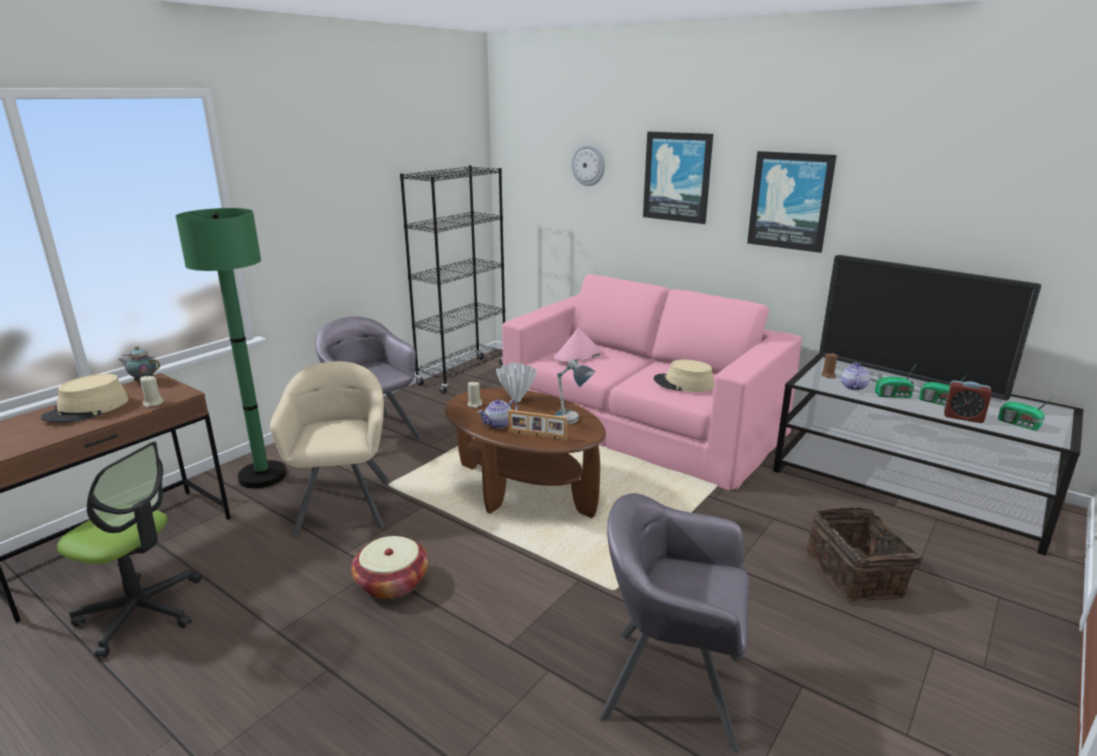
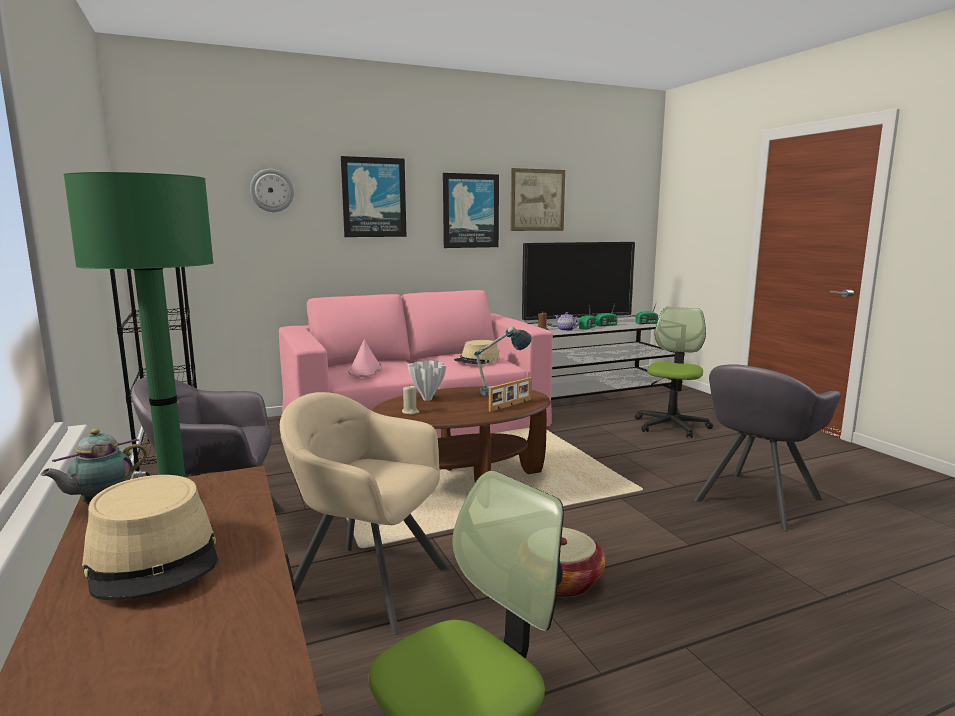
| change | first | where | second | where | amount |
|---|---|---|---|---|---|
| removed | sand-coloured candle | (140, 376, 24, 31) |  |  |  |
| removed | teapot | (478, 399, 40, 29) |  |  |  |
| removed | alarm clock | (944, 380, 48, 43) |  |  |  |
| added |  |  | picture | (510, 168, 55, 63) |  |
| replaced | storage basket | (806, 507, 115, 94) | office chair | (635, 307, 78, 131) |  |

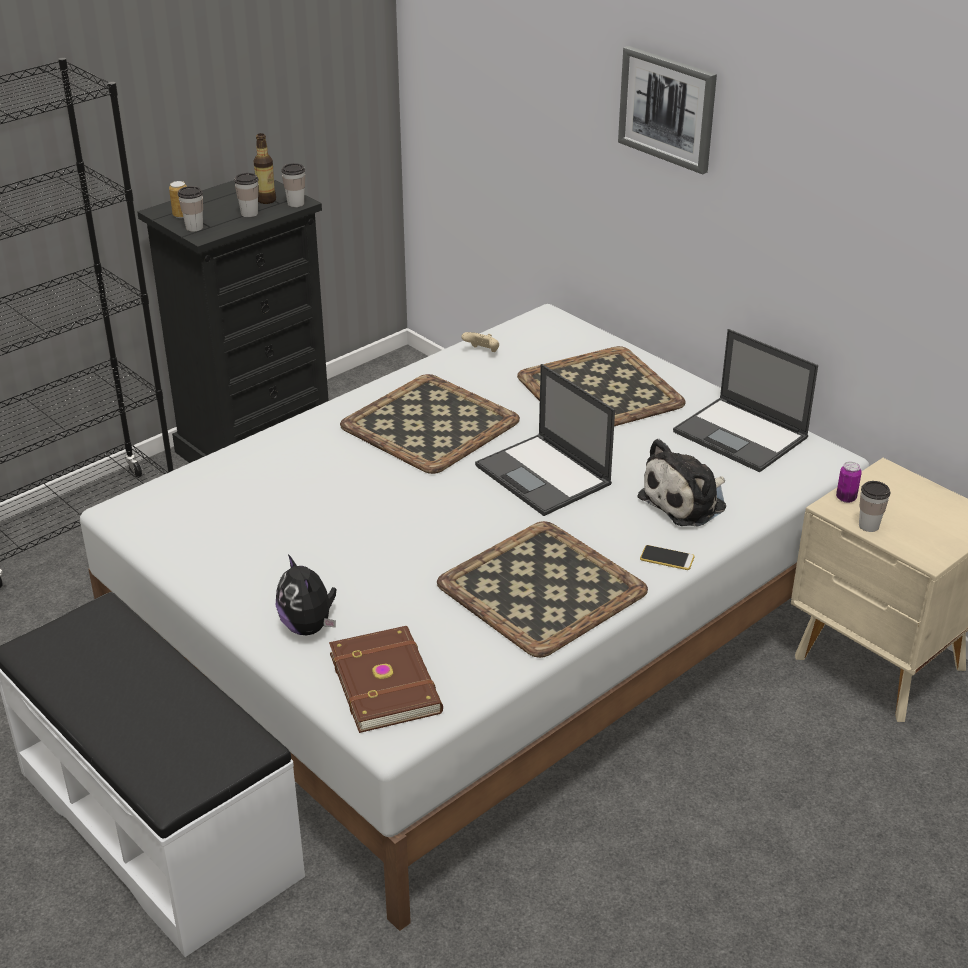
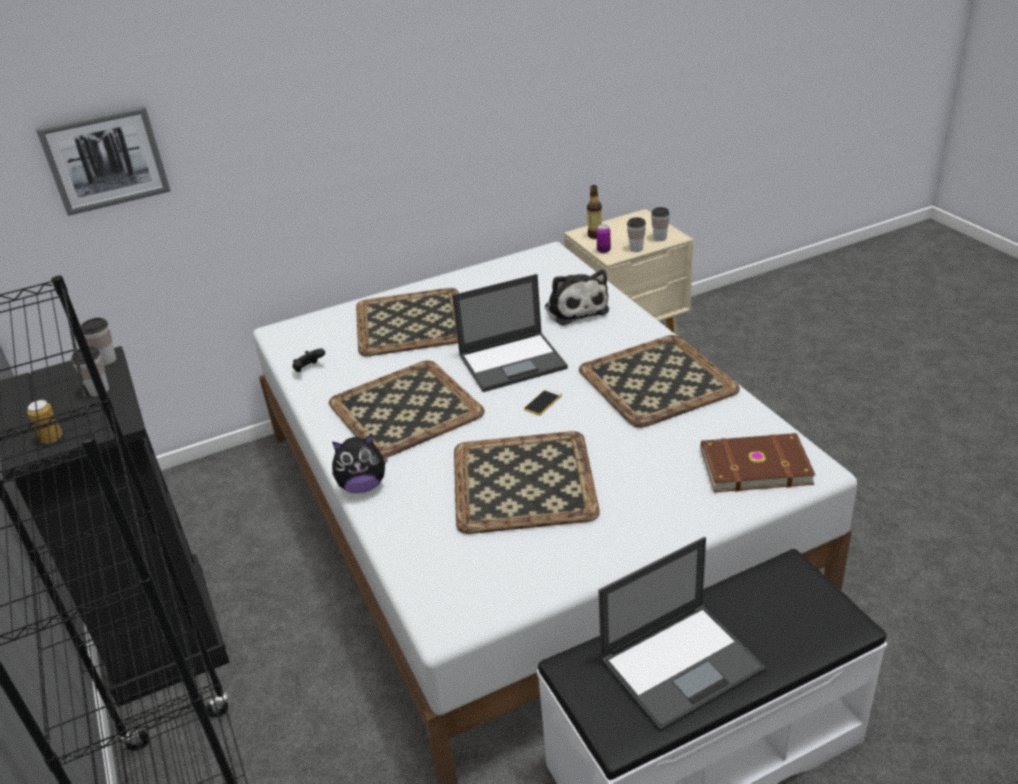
| change | first | where | second | where | amount |
|---|---|---|---|---|---|
| added |  |  | serving tray | (454, 431, 146, 103) |  |
| moved | cup | (178, 186, 25, 45) |  | (651, 207, 19, 34) |  |
| moved | drink bottle | (253, 133, 23, 71) |  | (587, 185, 15, 54) |  |
| moved | soft toy | (276, 554, 60, 81) |  | (332, 434, 56, 59) |  |
| moved | picture | (618, 46, 99, 128) |  | (36, 105, 135, 111) |  |
| moved | telephone | (640, 545, 55, 25) |  | (524, 389, 38, 26) |  |
| moved | notebook computer | (673, 329, 145, 143) |  | (598, 537, 168, 195) |  |
| recoloured | sand-coloured joypad | (461, 332, 38, 20) | black-coloured joypad | (292, 349, 33, 23) |  |

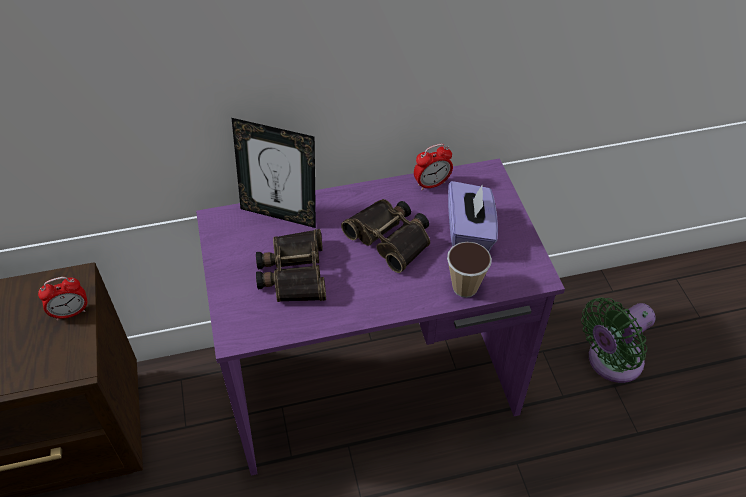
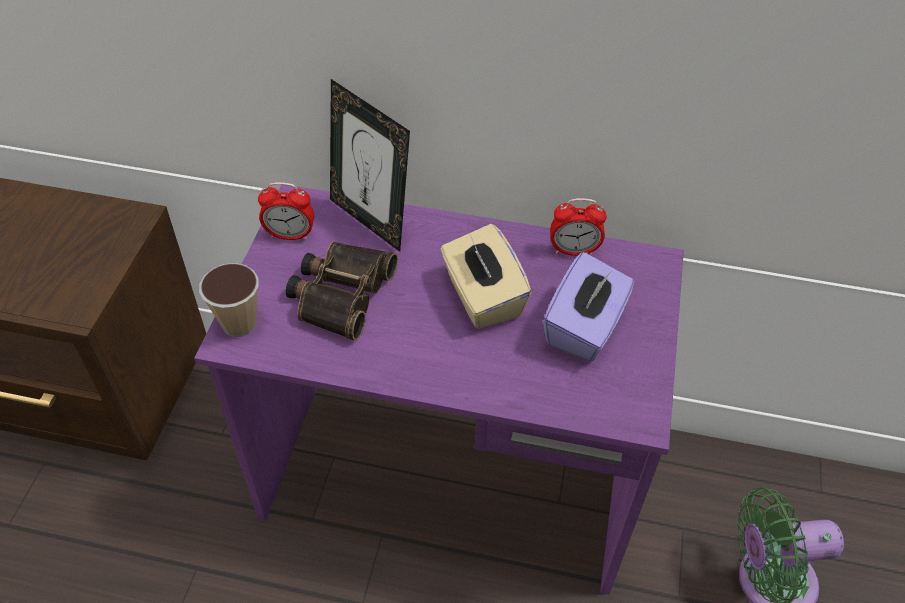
| change | first | where | second | where | amount |
|---|---|---|---|---|---|
| moved | alarm clock | (38, 277, 49, 43) |  | (258, 182, 56, 58) |  |
| moved | cup | (447, 242, 45, 56) |  | (199, 263, 59, 74) |  |
| replaced | field glasses | (341, 199, 89, 74) | sand-coloured tissue box | (441, 224, 91, 105) |  |

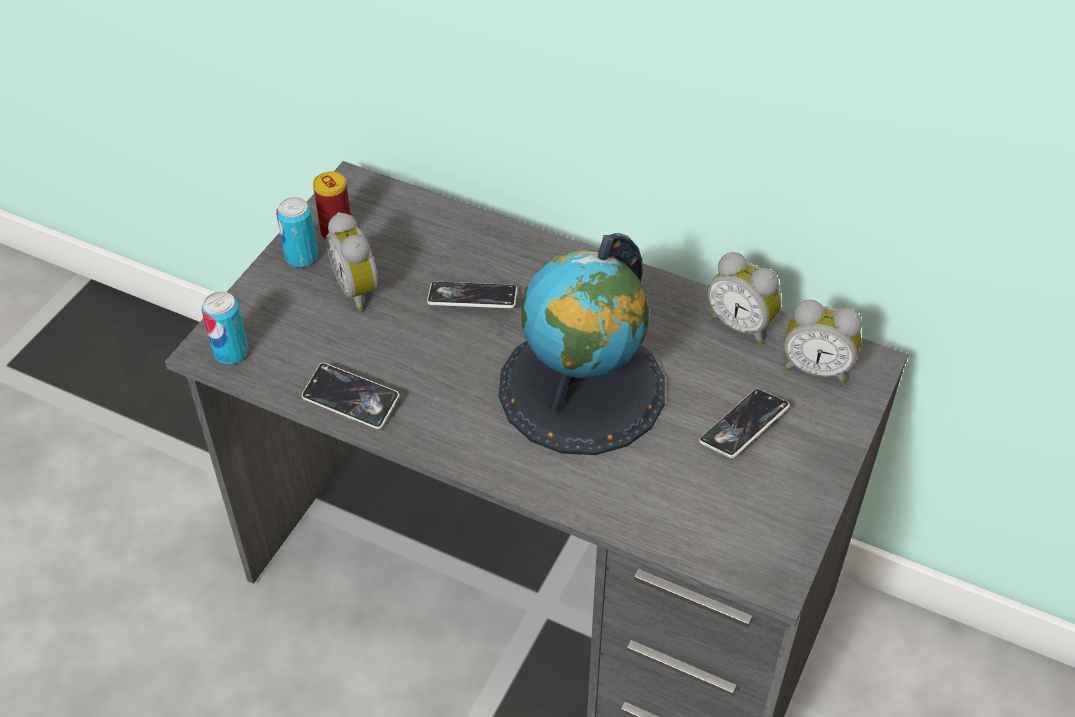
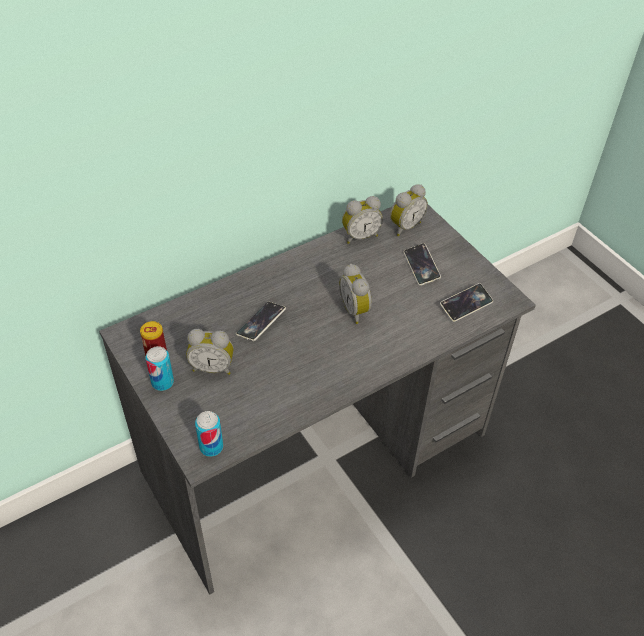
| change | first | where | second | where | amount |
|---|---|---|---|---|---|
| moved | telephone | (302, 363, 97, 66) |  | (440, 283, 53, 39) |  |
| replaced | desk globe | (499, 233, 166, 222) | alarm clock | (339, 264, 33, 60) |  |

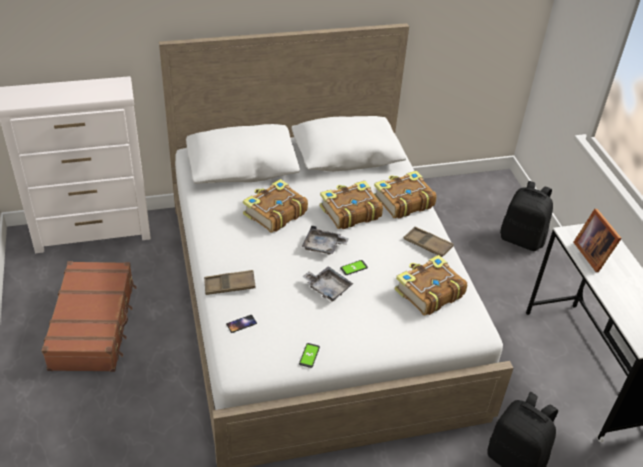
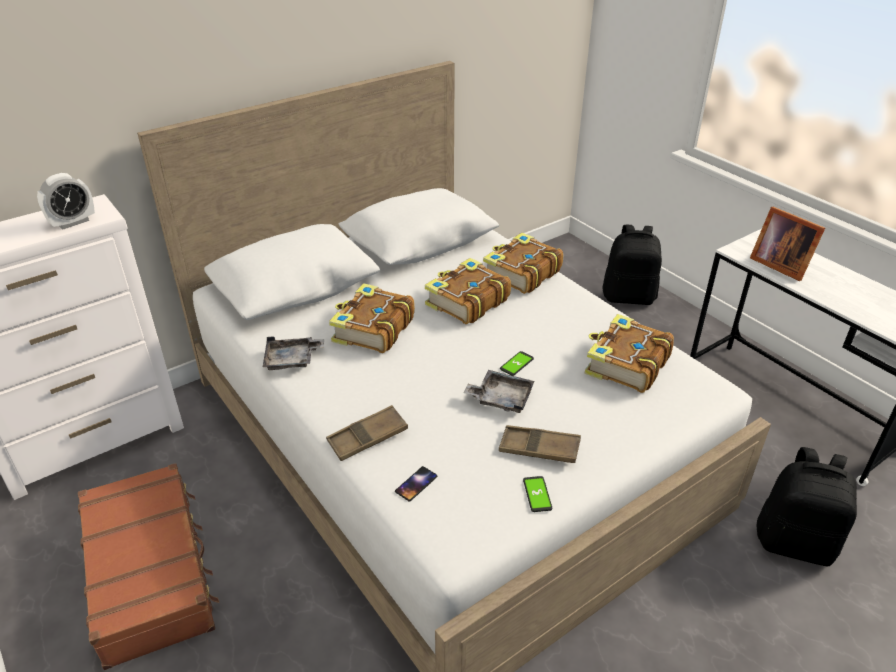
| change | first | where | second | where | amount |
|---|---|---|---|---|---|
| added |  |  | alarm clock | (37, 173, 58, 57) |  |
| moved | greyish serving tray | (302, 225, 47, 30) |  | (263, 336, 61, 34) |  |
| moved | brownish serving tray | (404, 227, 50, 30) |  | (499, 425, 82, 38) |  |

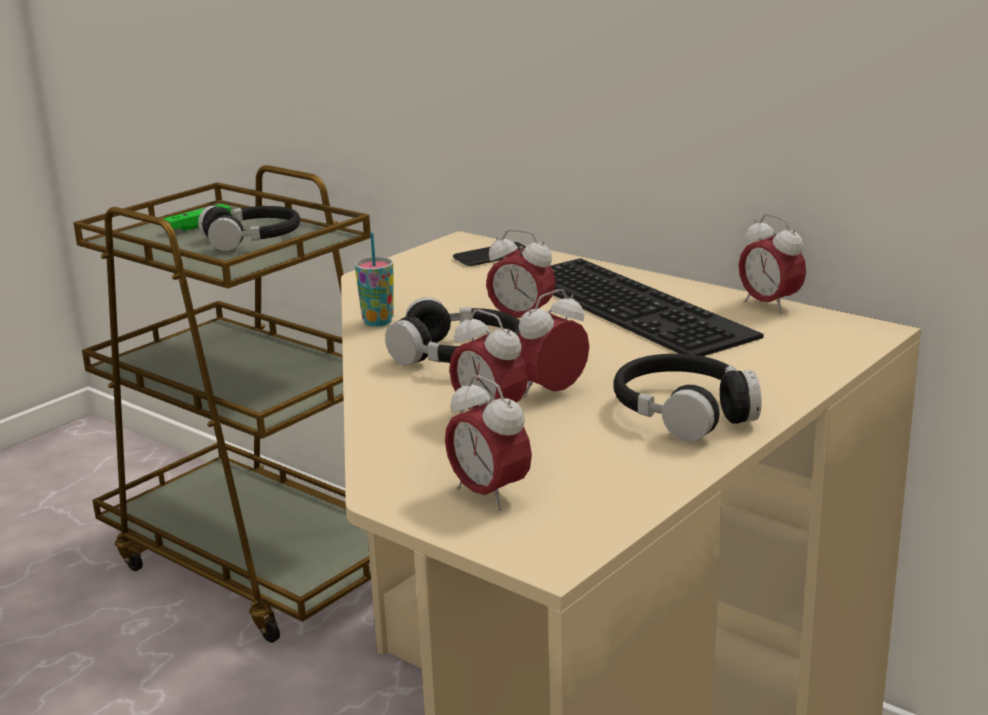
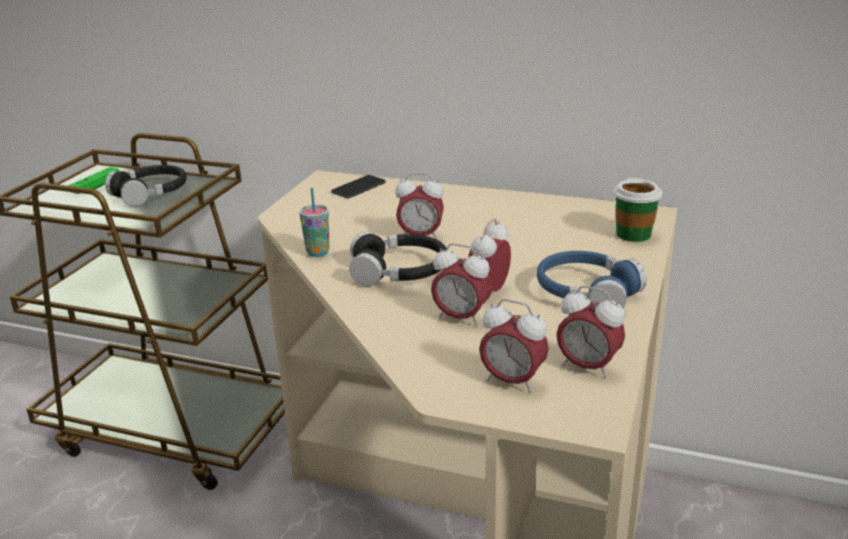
| change | first | where | second | where | amount |
|---|---|---|---|---|---|
| removed | keyboard | (550, 258, 214, 98) |  |  |  |
| added |  |  | cup | (613, 177, 50, 65) |  |
| moved | alarm clock | (739, 214, 67, 100) |  | (556, 286, 69, 93) |  |
| recoloured | black-coloured headset | (613, 354, 149, 88) | blue-coloured headset | (537, 251, 110, 57) |  |

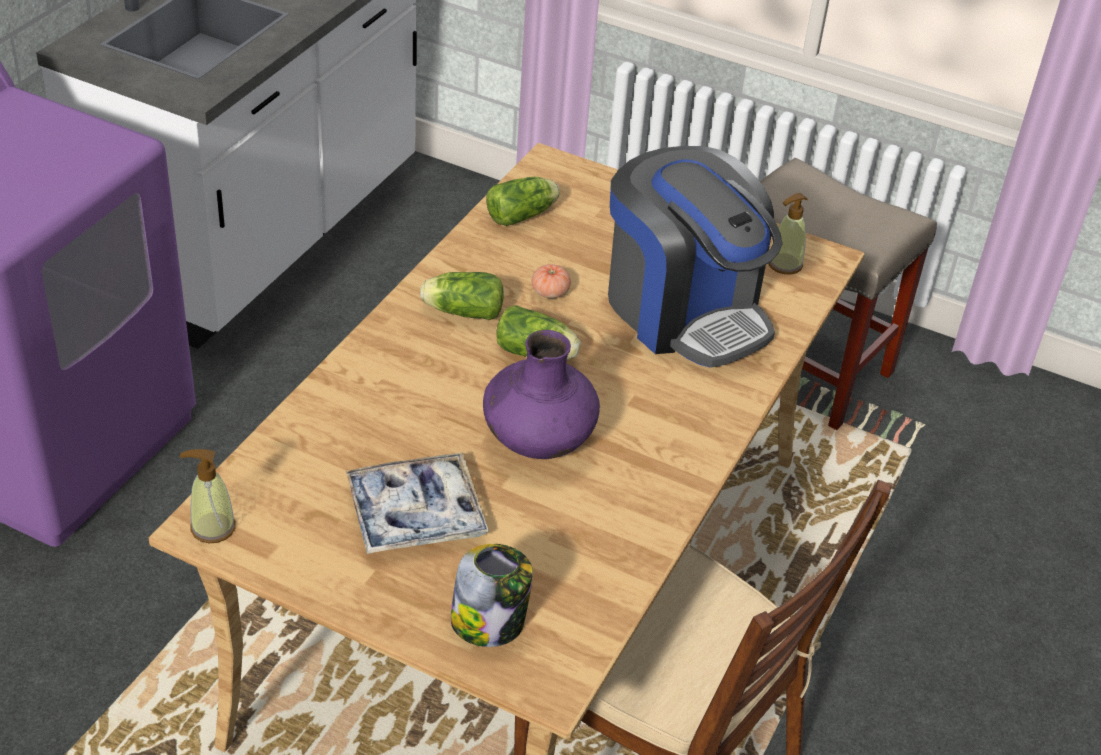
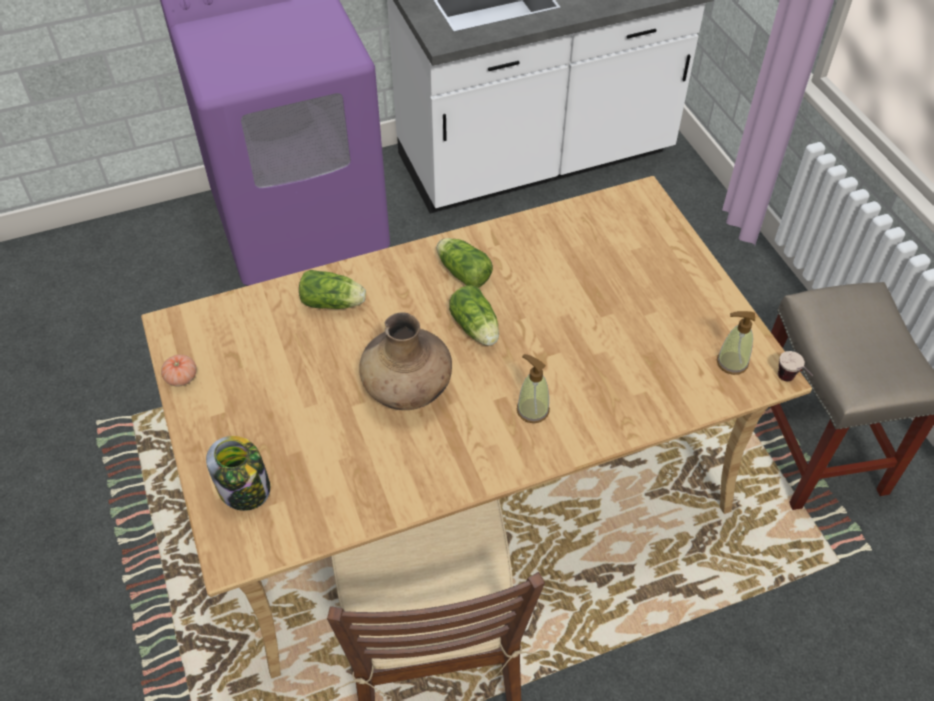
| change | first | where | second | where | amount |
|---|---|---|---|---|---|
| removed | serving tray | (346, 453, 143, 101) |  |  |  |
| removed | coffee brewer | (608, 146, 175, 222) |  |  |  |
| added |  |  | cup | (778, 351, 35, 30) |  |
| moved | liquid soap bottle | (180, 449, 56, 94) |  | (517, 354, 33, 69) |  |
| moved | lettuce | (486, 177, 74, 49) |  | (299, 270, 67, 39) |  |
| moved | fresh tomato | (531, 264, 40, 34) |  | (161, 355, 36, 32) |  |
| recoloured | purple decorative vase | (483, 330, 117, 129) | brownish decorative vase | (359, 313, 93, 97) |  |

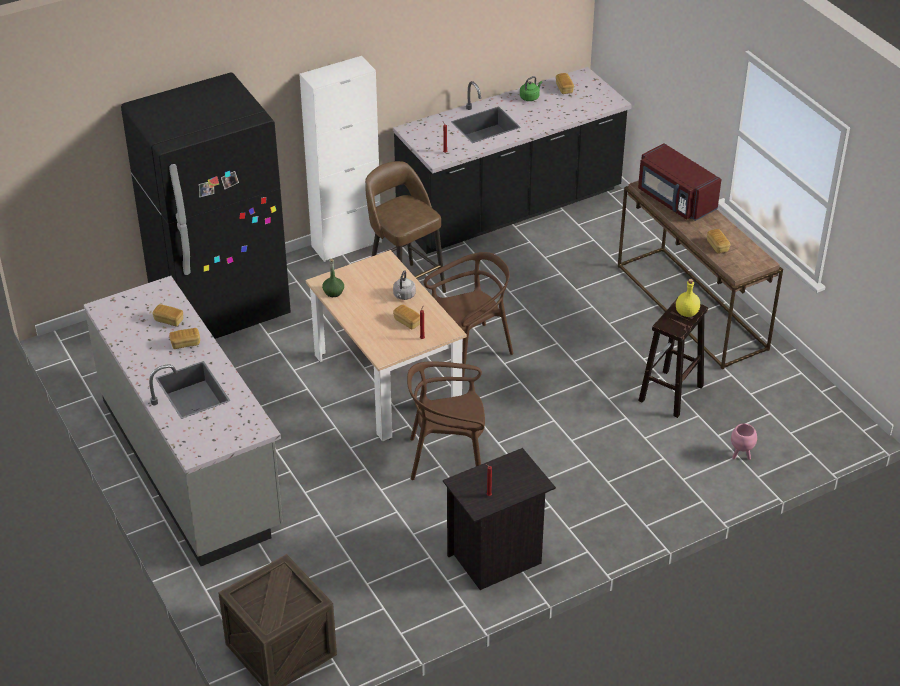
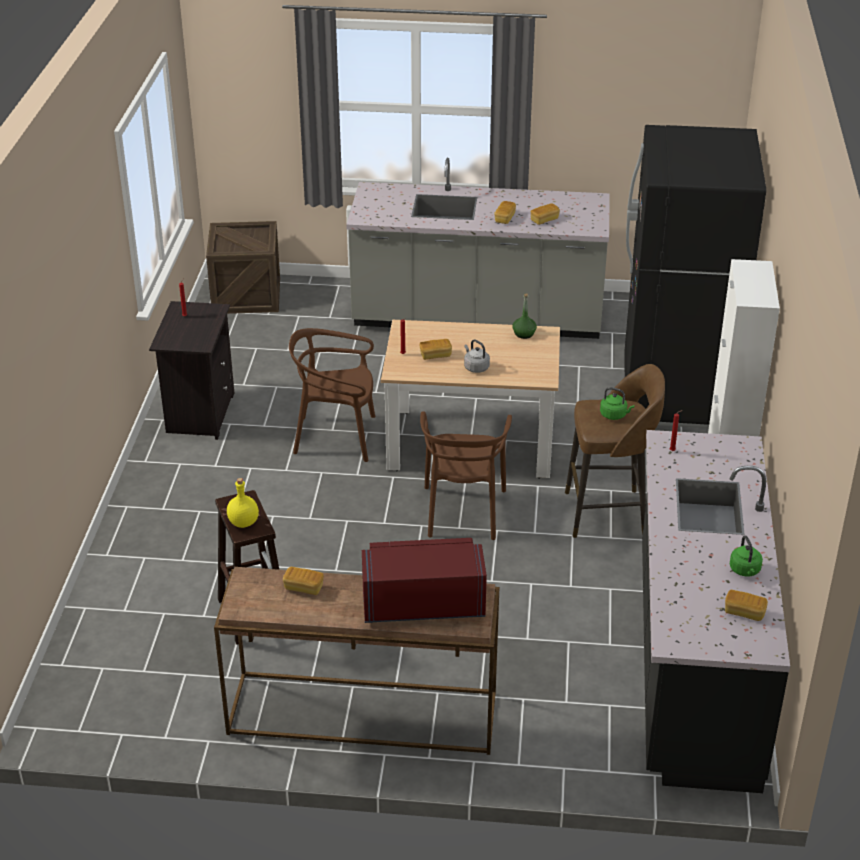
| change | first | where | second | where | amount |
|---|---|---|---|---|---|
| removed | pink flower pot | (731, 424, 26, 36) |  |  |  |
| added |  |  | greenish kettle | (600, 387, 34, 33) |  |
| turned | brownish chair | (407, 361, 78, 119) |  | (289, 328, 87, 134) | 120 degrees counterclockwise |

